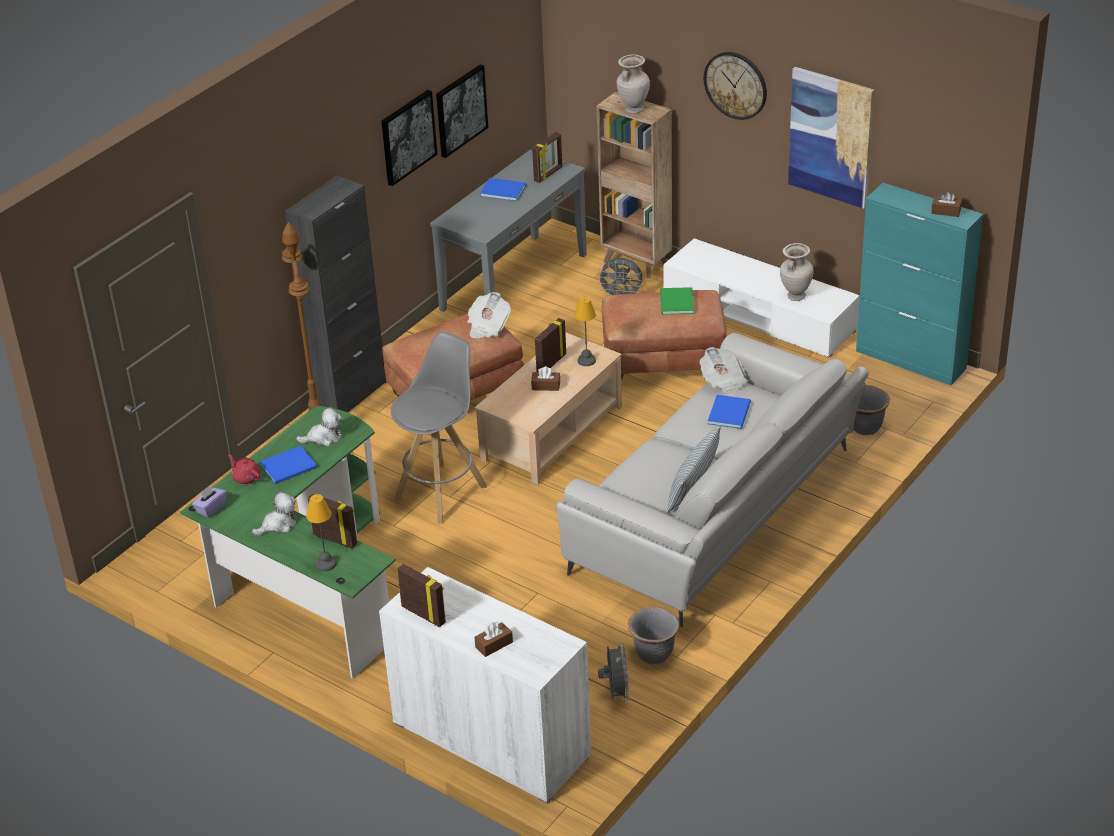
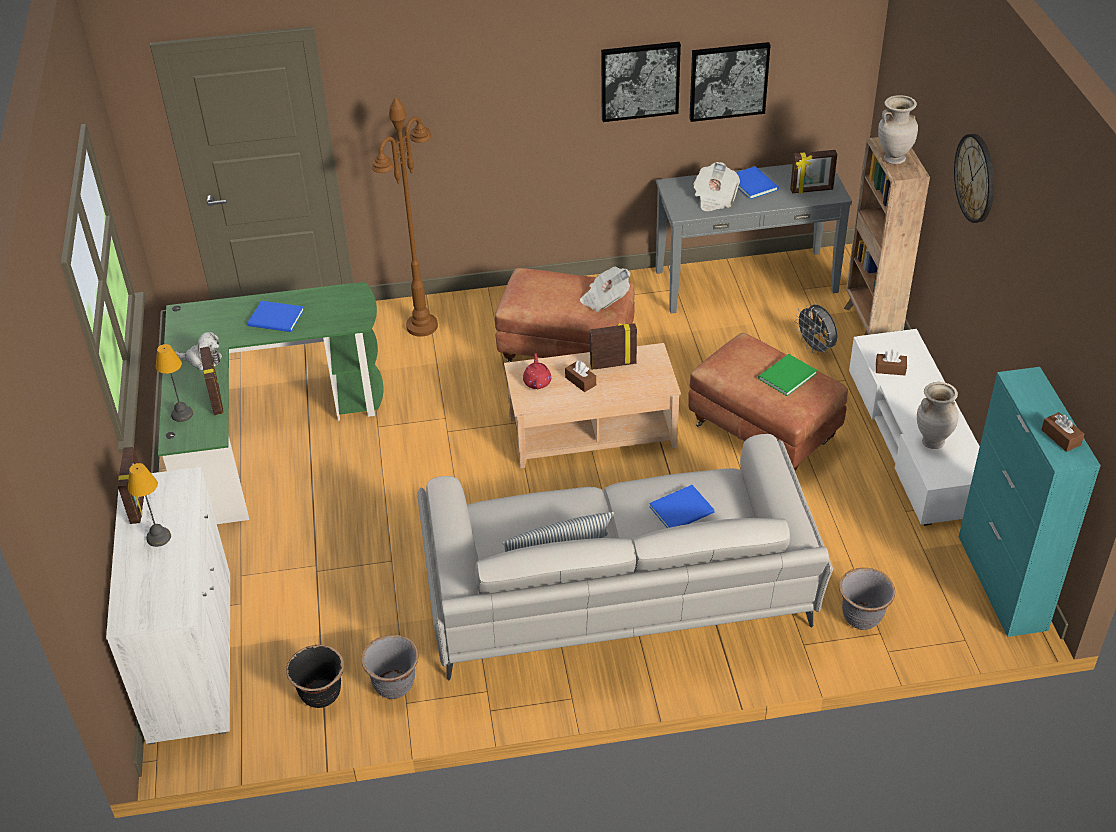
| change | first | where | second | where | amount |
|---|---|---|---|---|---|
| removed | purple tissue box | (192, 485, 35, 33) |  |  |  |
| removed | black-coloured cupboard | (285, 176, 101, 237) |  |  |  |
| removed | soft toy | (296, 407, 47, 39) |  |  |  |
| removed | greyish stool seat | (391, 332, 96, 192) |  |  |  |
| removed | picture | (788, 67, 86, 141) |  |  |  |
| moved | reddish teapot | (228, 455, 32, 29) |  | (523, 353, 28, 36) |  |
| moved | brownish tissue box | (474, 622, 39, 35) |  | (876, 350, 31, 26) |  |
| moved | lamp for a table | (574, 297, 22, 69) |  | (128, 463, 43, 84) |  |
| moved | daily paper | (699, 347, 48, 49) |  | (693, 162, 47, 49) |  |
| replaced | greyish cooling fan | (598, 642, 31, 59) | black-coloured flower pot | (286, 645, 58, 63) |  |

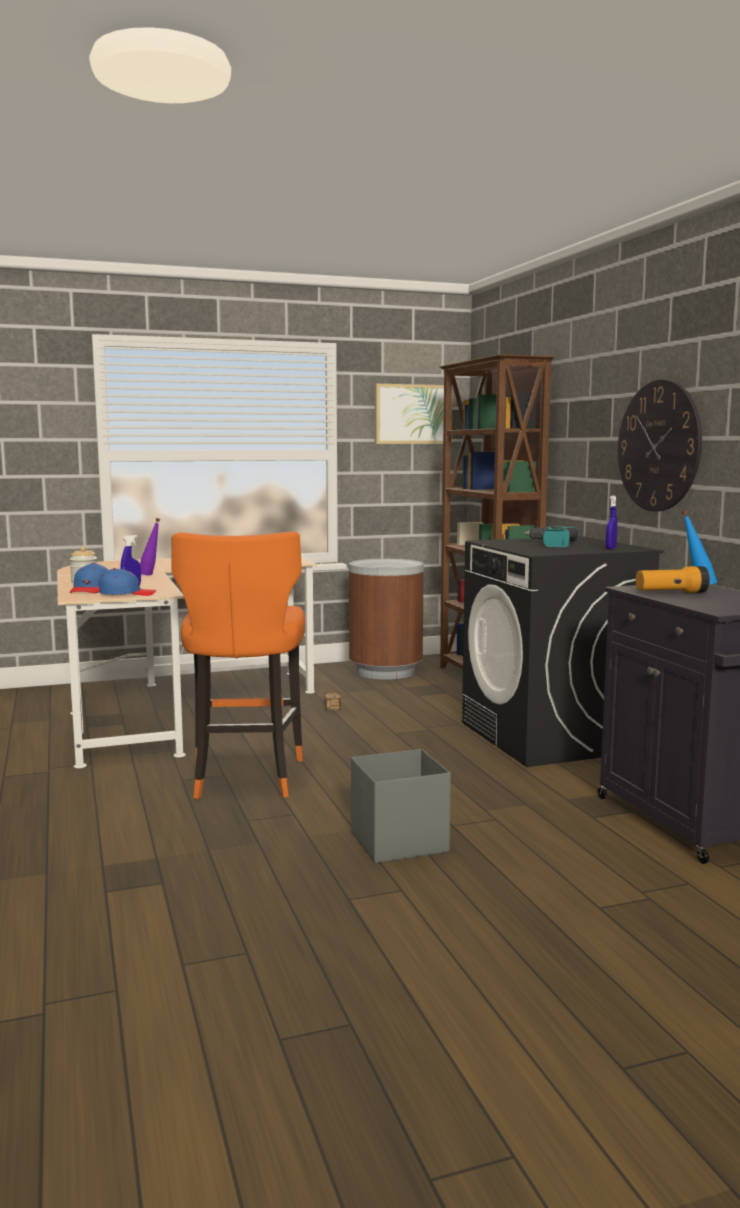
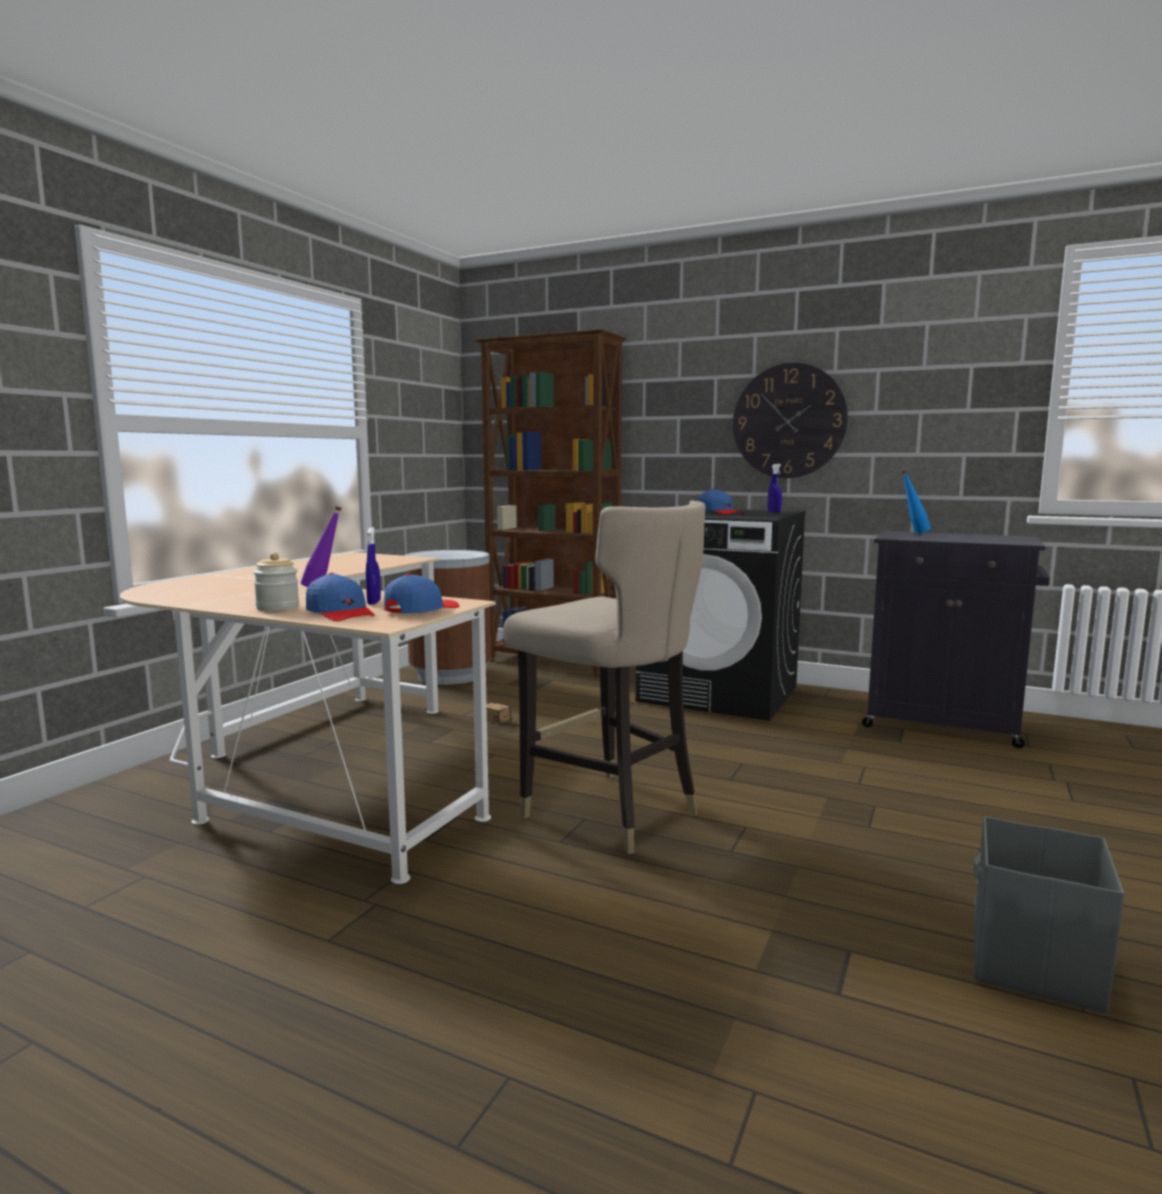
| change | first | where | second | where | amount |
|---|---|---|---|---|---|
| removed | picture | (375, 384, 78, 60) |  |  |  |
| removed | hand torch | (636, 566, 74, 27) |  |  |  |
| moved | greyish storage container | (351, 749, 100, 114) |  | (973, 816, 151, 198) |  |
| replaced | power drill | (524, 526, 55, 22) | blue-coloured peaked cap | (698, 489, 46, 26) |  |
| recoloured | orange-coloured stool seat | (171, 531, 134, 268) | sand-coloured stool seat | (503, 500, 203, 354) |  |

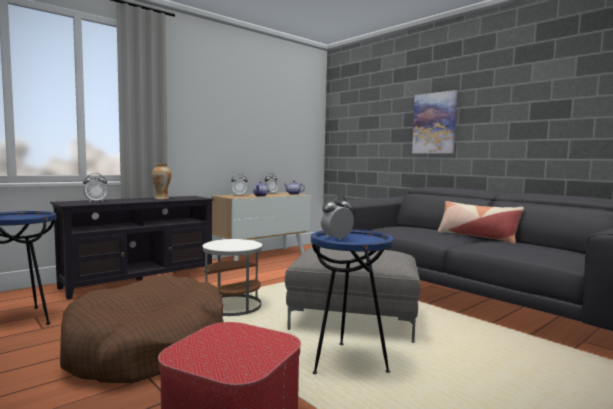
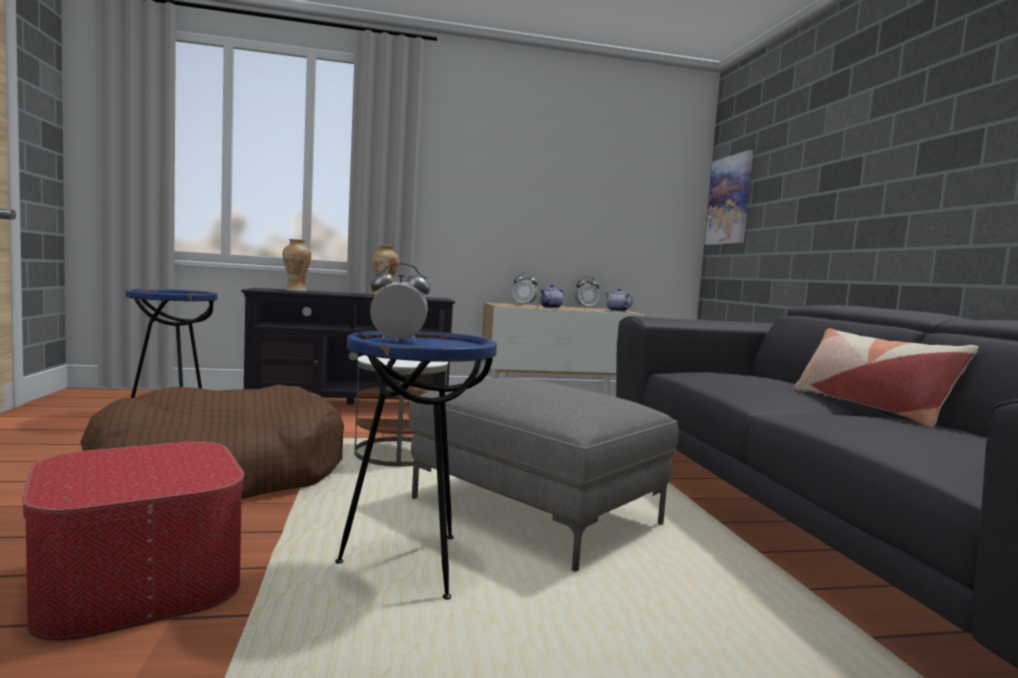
| change | first | where | second | where | amount |
|---|---|---|---|---|---|
| moved | picture | (412, 90, 45, 64) |  | (705, 150, 48, 95) |  |
| replaced | alarm clock | (83, 173, 24, 29) | decorative vase | (283, 239, 28, 52) |  |

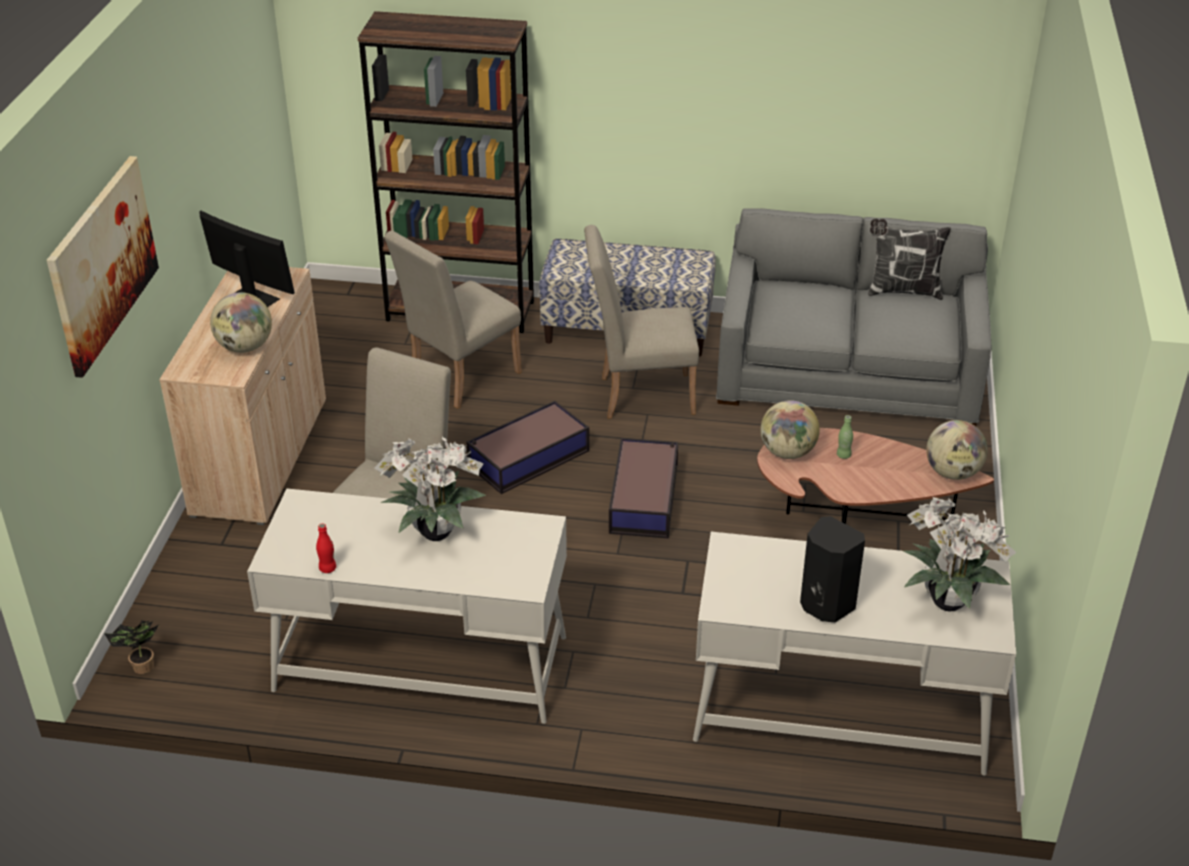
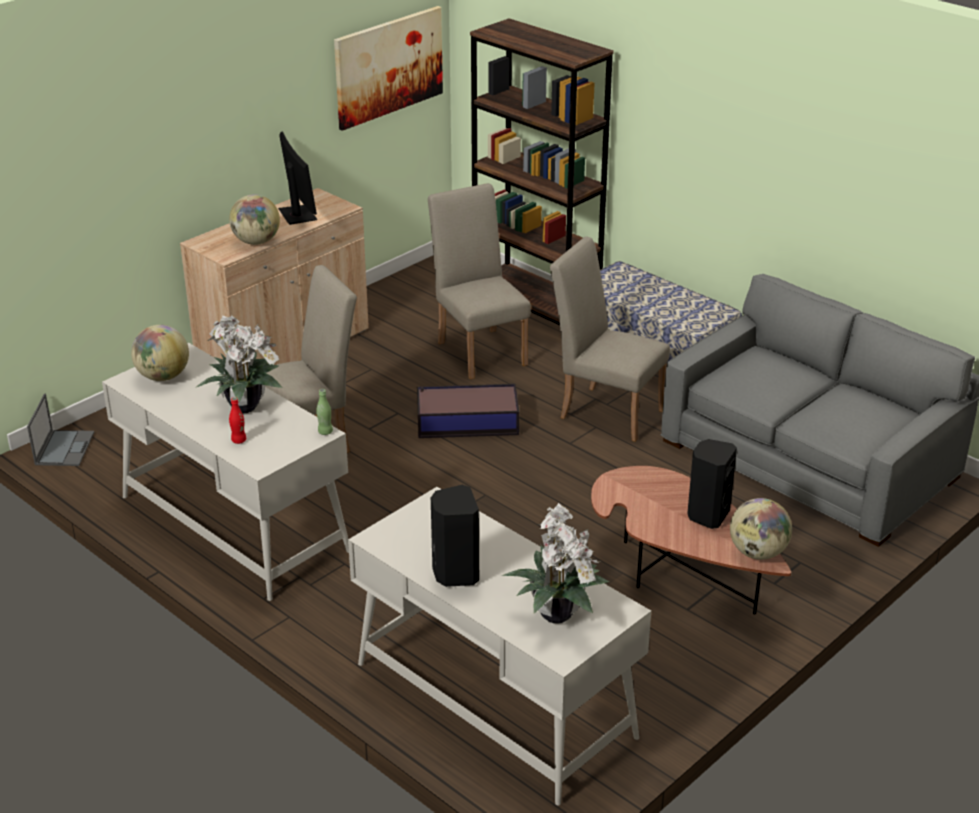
| change | first | where | second | where | amount |
|---|---|---|---|---|---|
| removed | storage container | (609, 438, 69, 100) |  |  |  |
| removed | pillow | (868, 219, 83, 81) |  |  |  |
| added |  |  | black-coloured audio speaker | (687, 439, 50, 90) |  |
| moved | picture | (47, 156, 112, 222) |  | (334, 6, 109, 125) |  |
| moved | reddish drink bottle | (316, 524, 20, 49) |  | (229, 397, 17, 47) |  |
| moved | desk globe | (760, 400, 60, 59) |  | (131, 325, 58, 56) |  |
| moved | greenish drink bottle | (837, 415, 16, 44) |  | (316, 389, 17, 46) |  |
| replaced | plant in a pot | (104, 620, 55, 54) | notebook computer | (27, 394, 67, 72) |  |
| turned | sand-coloured chair | (384, 231, 138, 178) |  | (428, 183, 103, 196) | 75 degrees clockwise |

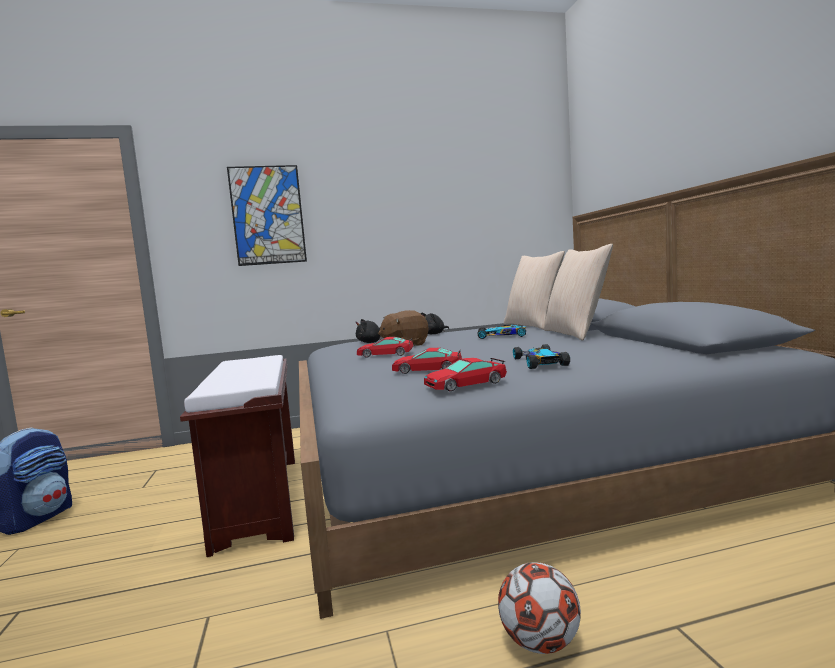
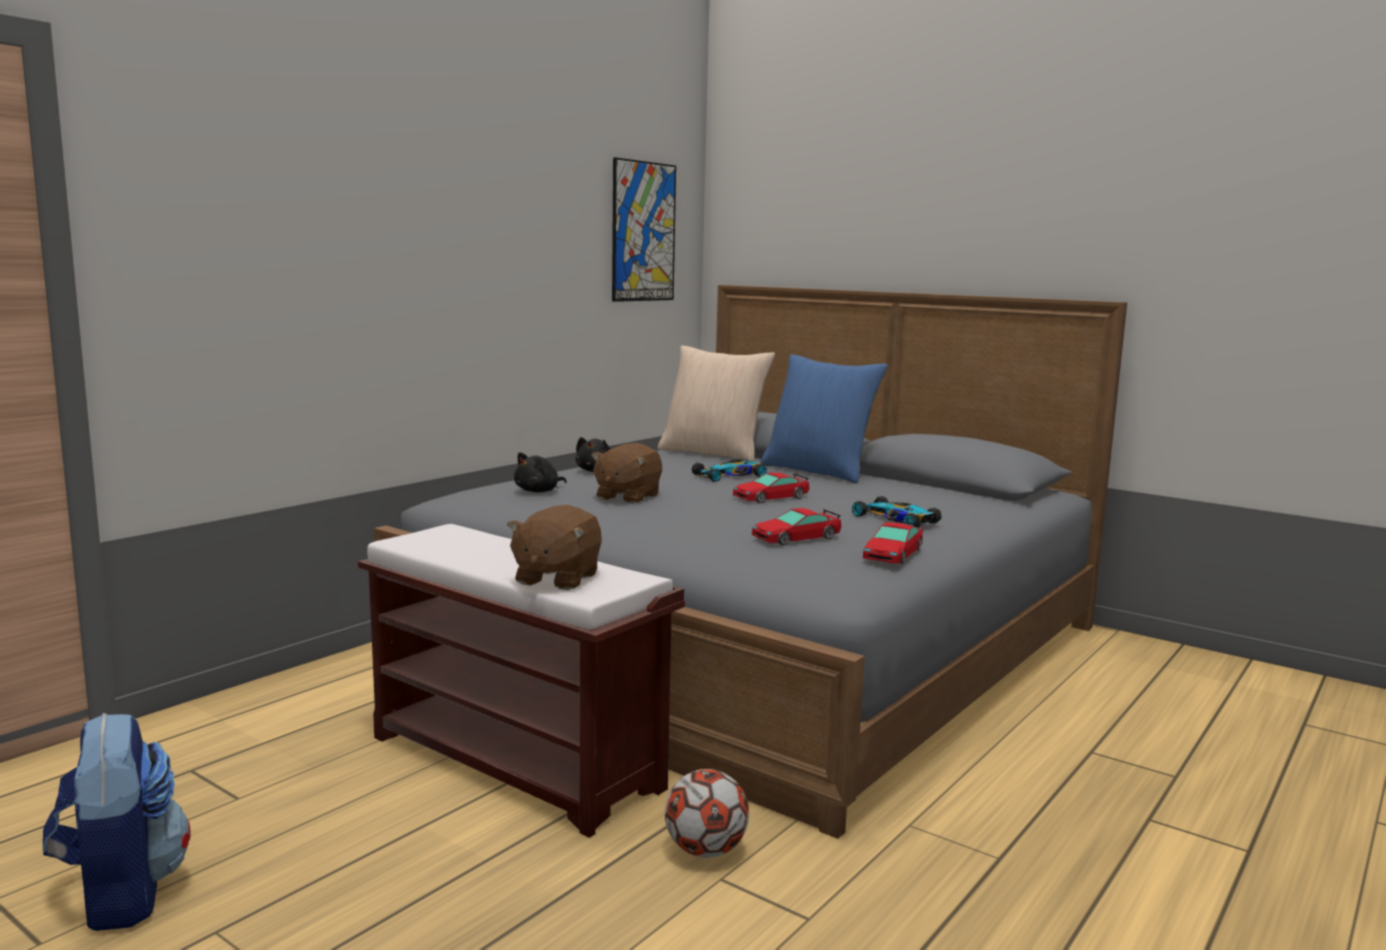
| change | first | where | second | where | amount |
|---|---|---|---|---|---|
| added |  |  | brownish soft toy | (507, 505, 95, 85) |  |
| moved | picture | (227, 165, 80, 101) |  | (612, 157, 64, 145) |  |
| moved | model car | (357, 337, 57, 21) |  | (733, 472, 76, 31) |  |
| moved | football | (498, 562, 83, 92) |  | (665, 769, 84, 89) |  |
| recoloured | sand-coloured pillow | (544, 244, 69, 97) | blue-coloured pillow | (760, 354, 128, 130) |  |

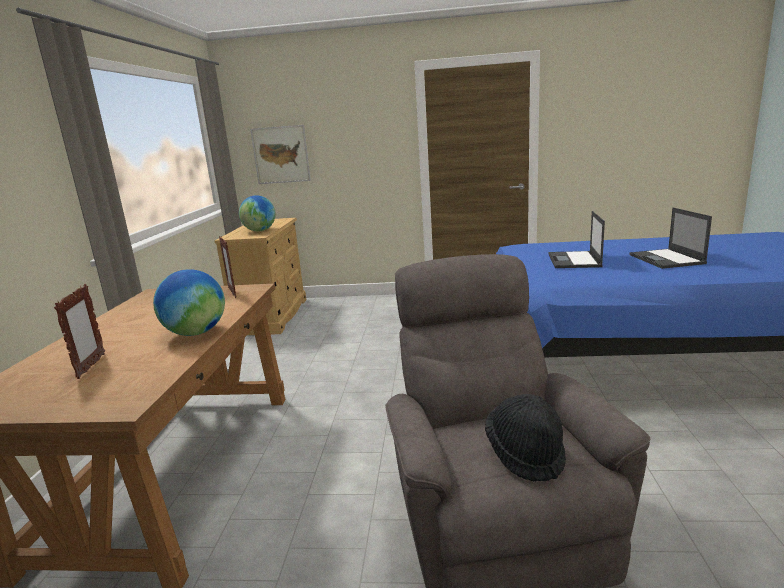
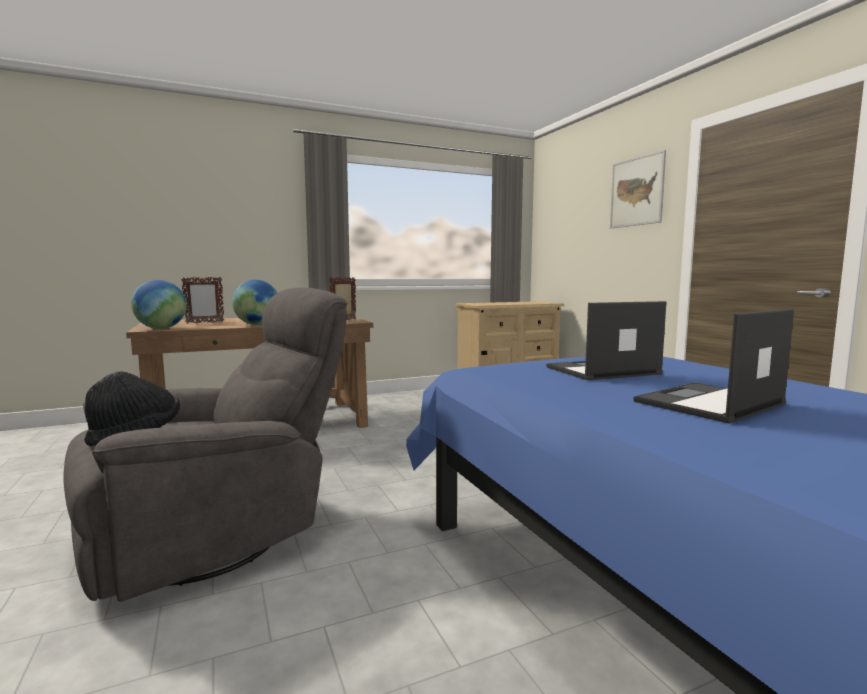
| change | first | where | second | where | amount |
|---|---|---|---|---|---|
| moved | desk globe | (239, 195, 37, 36) |  | (131, 280, 56, 49) |  |
| moved | picture | (250, 125, 61, 59) |  | (610, 150, 56, 79) |  |

